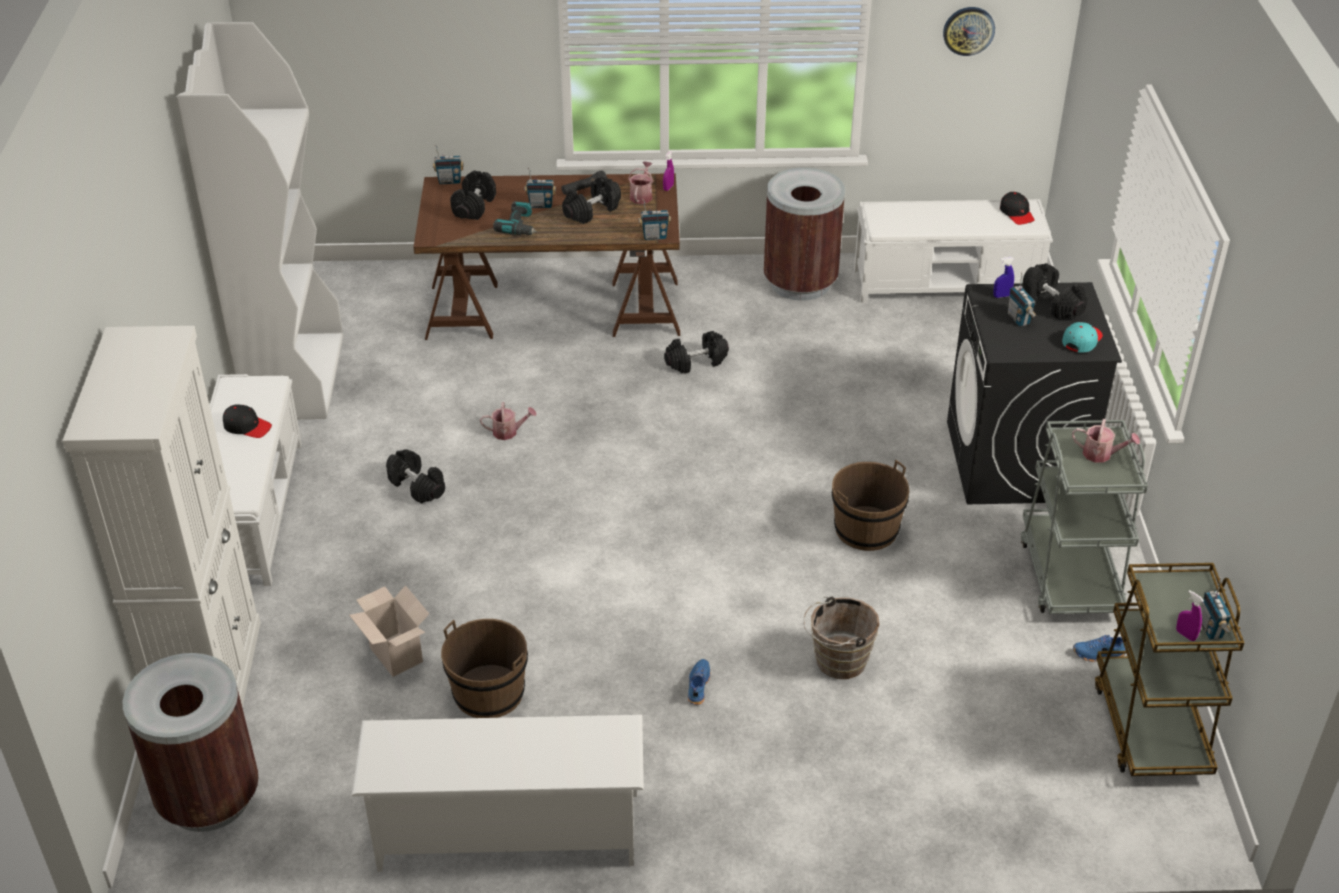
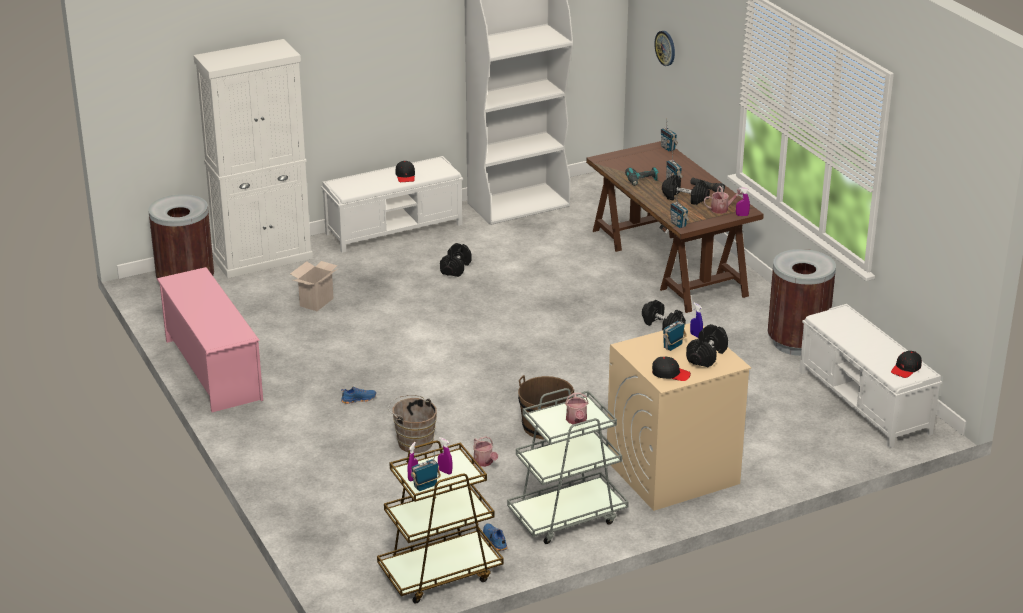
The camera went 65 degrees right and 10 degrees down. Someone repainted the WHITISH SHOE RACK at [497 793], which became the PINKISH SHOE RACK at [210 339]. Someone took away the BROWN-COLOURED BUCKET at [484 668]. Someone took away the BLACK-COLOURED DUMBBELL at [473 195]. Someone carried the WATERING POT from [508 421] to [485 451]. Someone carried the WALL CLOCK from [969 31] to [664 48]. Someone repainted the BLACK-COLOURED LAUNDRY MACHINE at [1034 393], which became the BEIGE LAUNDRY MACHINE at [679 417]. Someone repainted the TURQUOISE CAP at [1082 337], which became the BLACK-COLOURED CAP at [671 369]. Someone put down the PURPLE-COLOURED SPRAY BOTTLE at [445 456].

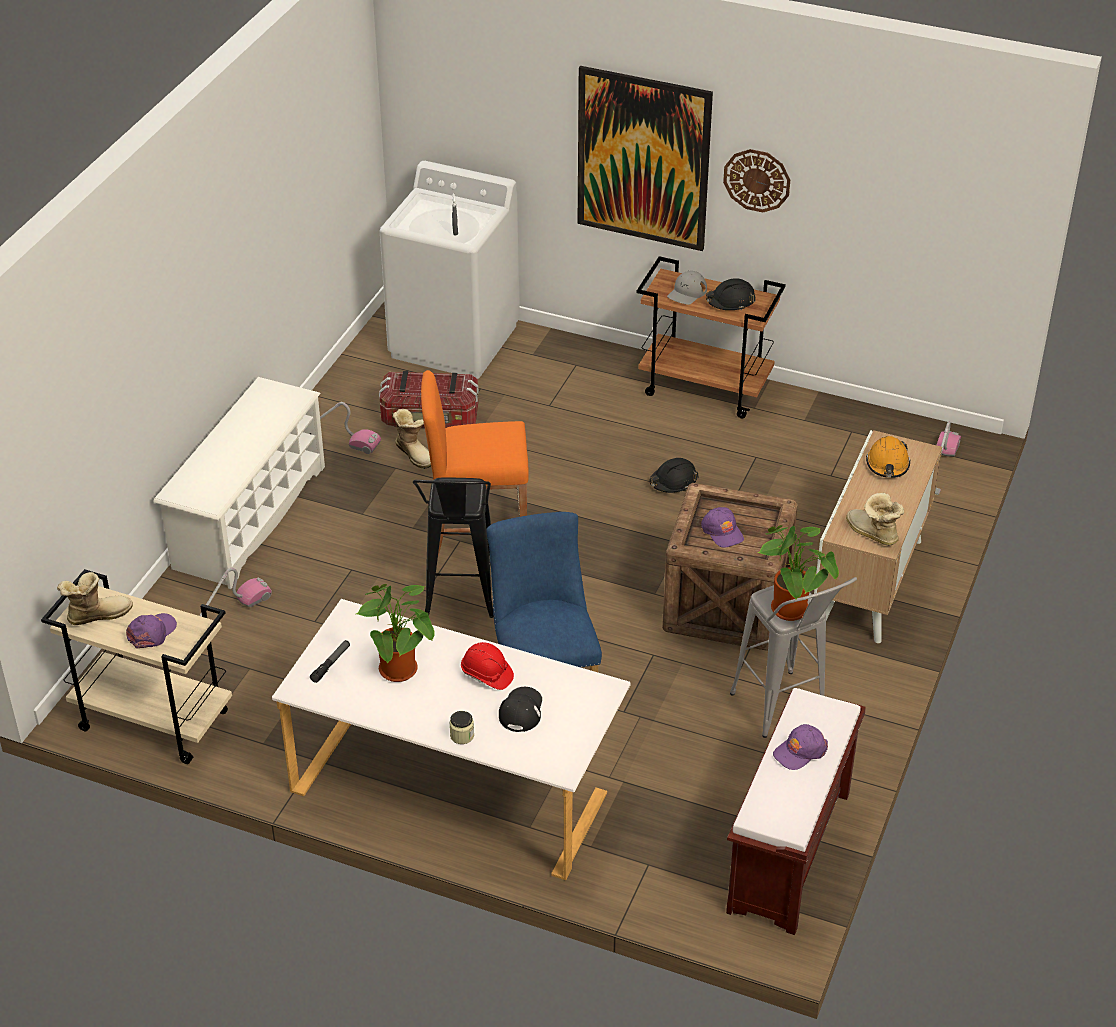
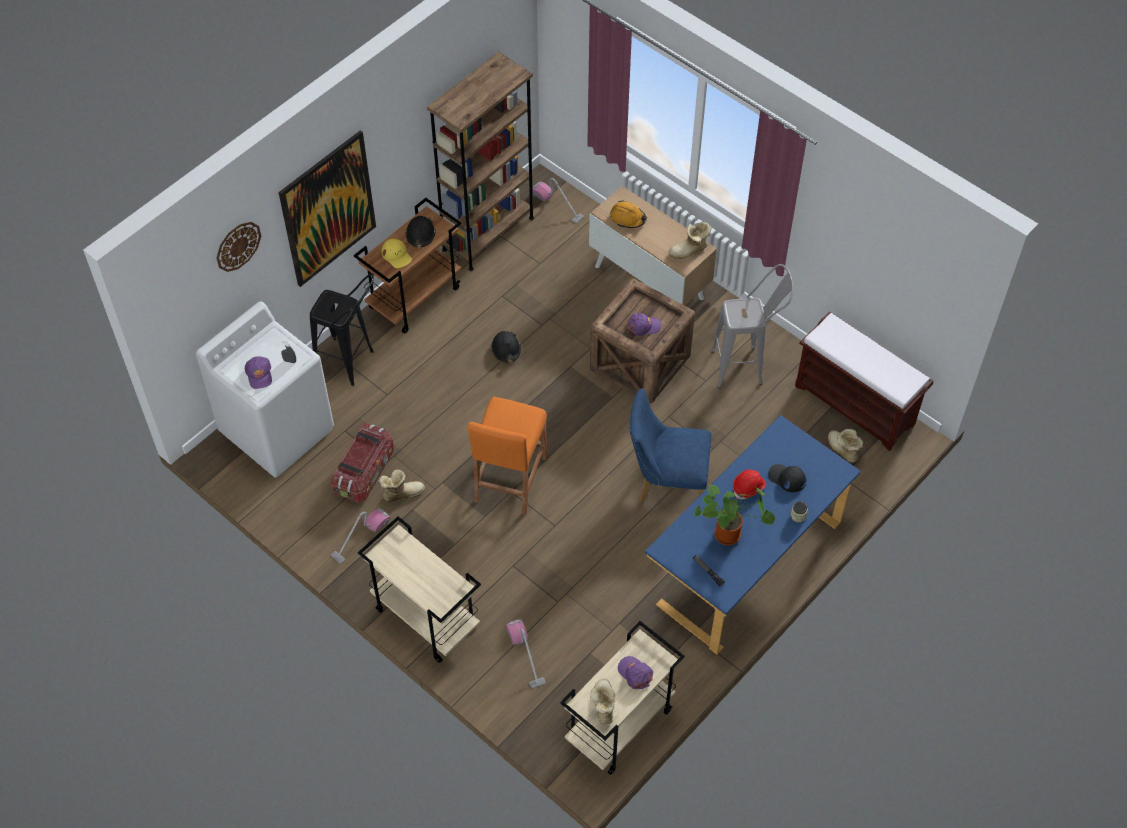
The camera went 70 degrees left and 15 degrees up. Someone swapped the WHITISH SHOE RACK at [239 483] for the BEIGE WHEELED CART at [419 589]. Someone repainted the WHITISH DESK at [451 739], which became the BLUE DESK at [753 535]. Someone carried the BLACK-COLOURED SITTING STOOL from [453 547] to [342 329]. Someone repainted the GRAY CAP at [687 288], which became the YELLOW CAP at [397 253]. Someone carried the WALL CLOCK from [756 180] to [239 247]. Someone took away the POTTED PLANT at [798 573]. Someone carried the PURPLE-COLOURED CAP from [800 747] to [258 372]. Someone put down the BROWN-COLOURED BOOKSHELF at [480 161]. Someone put down the TALL BOOT at [845 446].

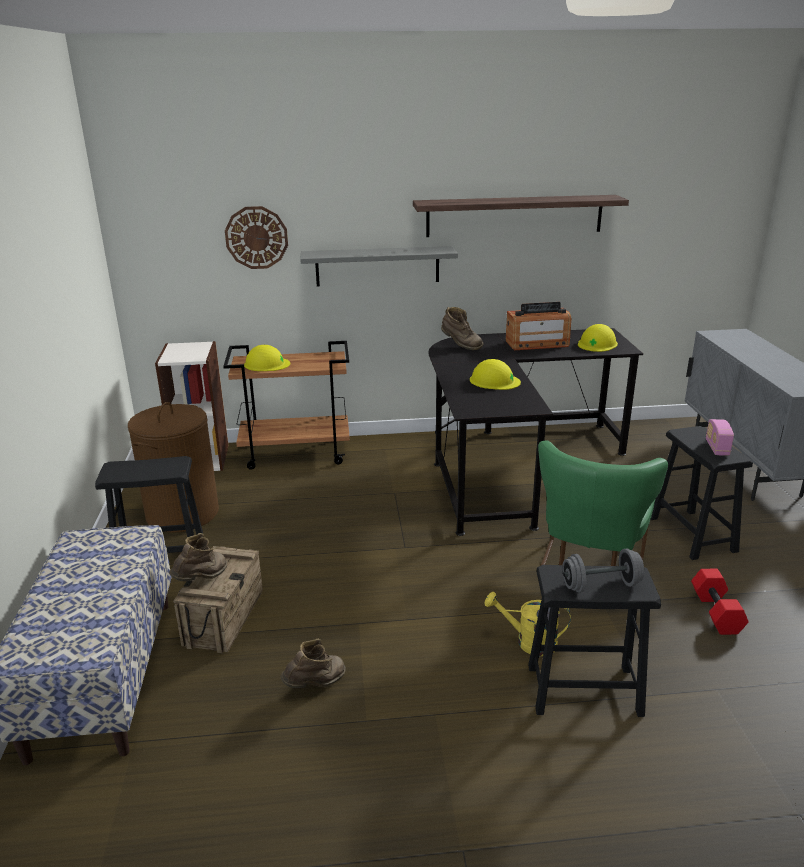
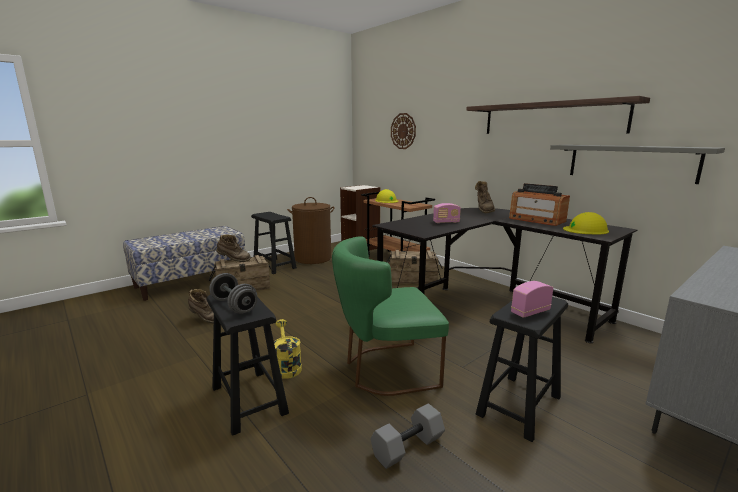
The camera went 55 degrees right and 10 degrees down. Someone carried the GRAY BRACKET SHELF from [379 266] to [637 164]. Someone swapped the YELLOW HARD HAT at [495 374] for the RADIO at [447 213]. Someone repainted the RED-COLOURED DUMBBELL at [720 602], which became the GRAY DUMBBELL at [407 436]. Someone put down the SHIPPING CRATE at [415 267].

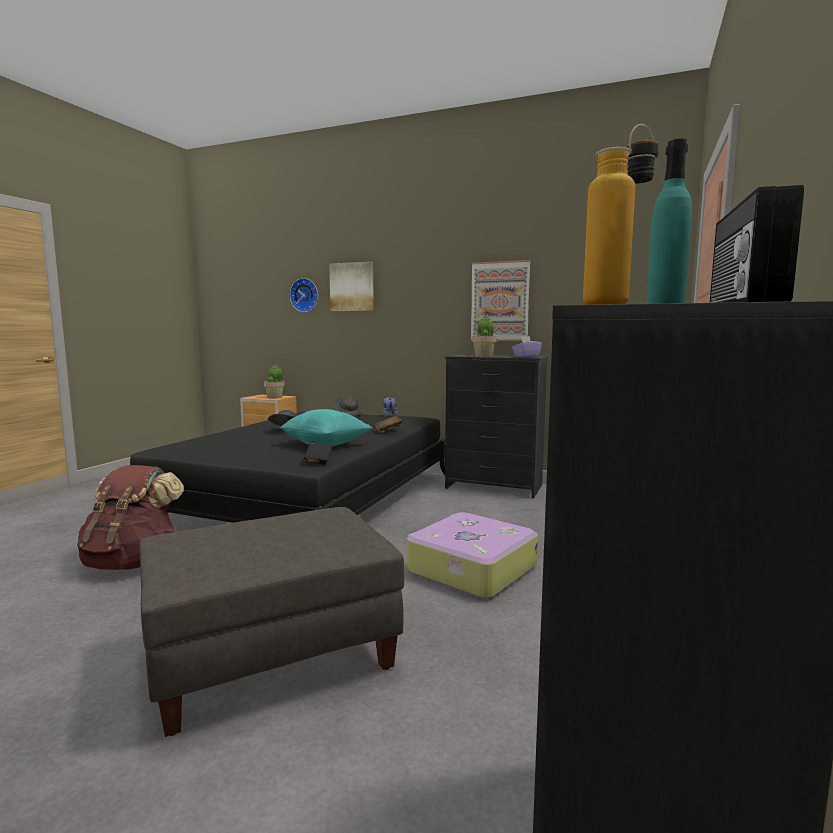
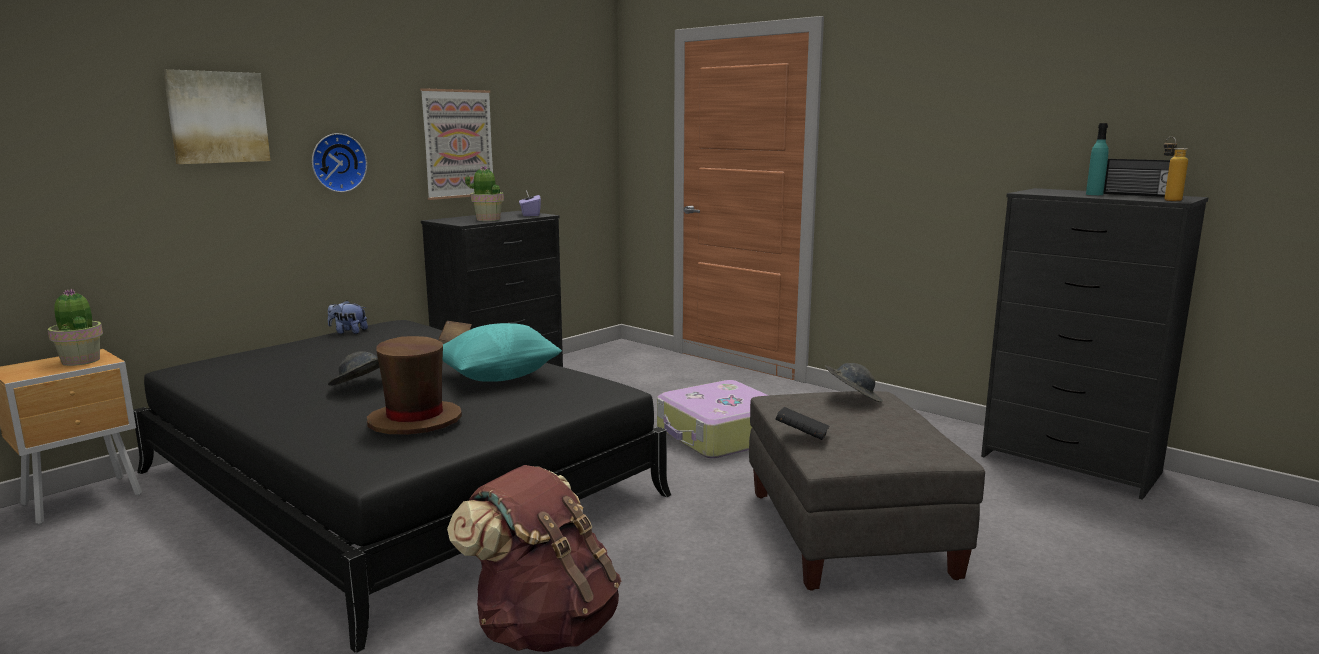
The camera went 70 degrees left and 5 degrees up. Someone carried the WALL CLOCK from [304 295] to [339 162]. Someone carried the BLACK-COLOURED VOLUME from [317 453] to [802 423]. Someone carried the GRAY HAT from [348 406] to [854 382]. Someone put down the BROWN-COLOURED HAT at [414 385].

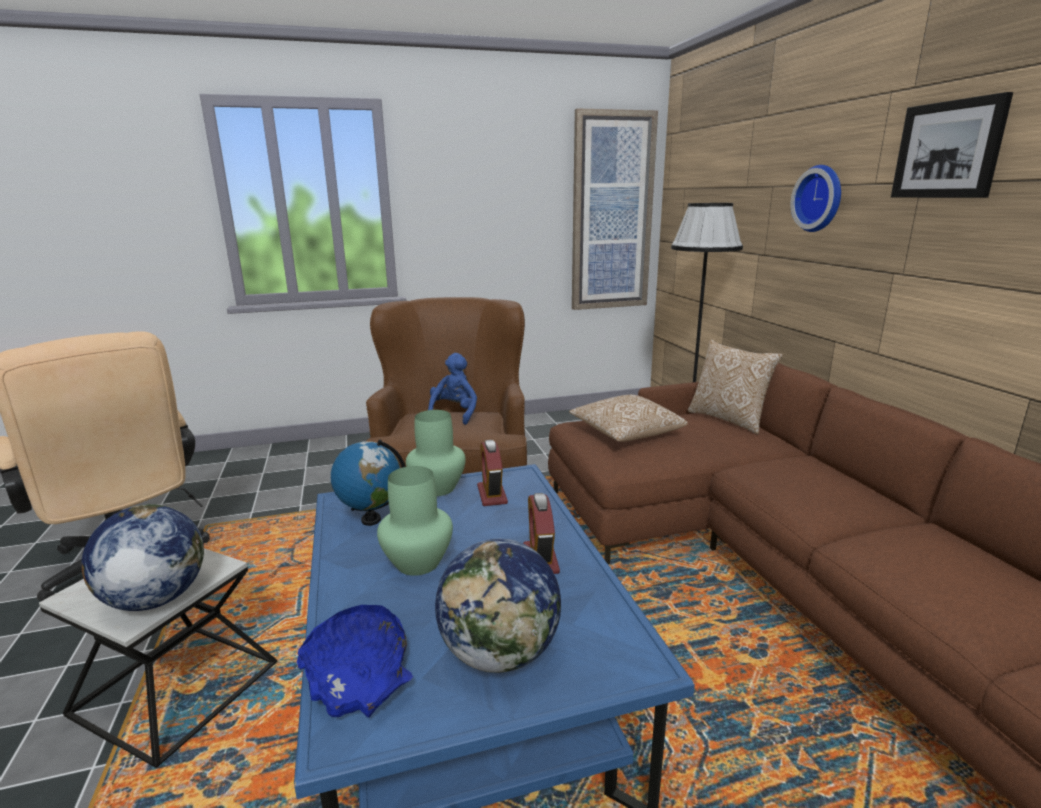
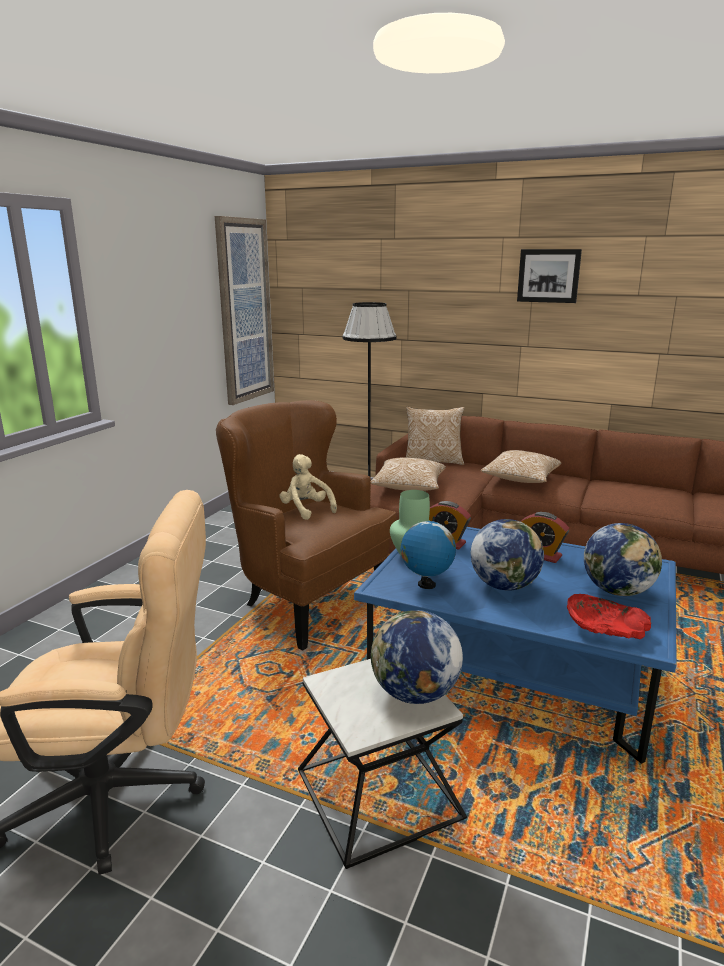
The camera went 50 degrees left and 0 degrees up. Someone repainted the BLUE DEEP DISH at [355 661], which became the RED-COLOURED DEEP DISH at [609 616]. Someone swapped the GREEN DECORATIVE VASE at [415 521] for the GLOBE at [507 555]. Someone repainted the BLUE PLUSH TOY at [452 389], which became the BEIGE PLUSH TOY at [308 487]. Someone took away the WALL CLOCK at [816 198]. Someone put down the PILLOW at [521 466].

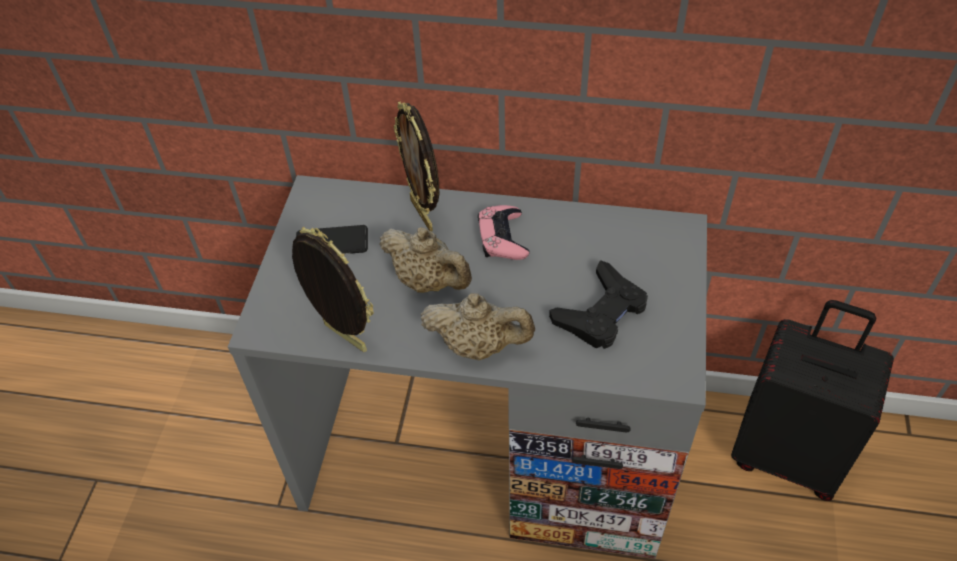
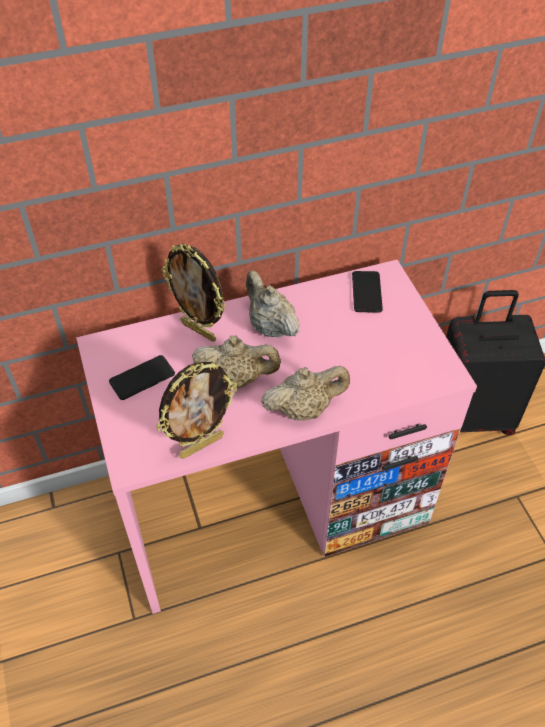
The camera went 30 degrees left and 0 degrees up. Someone repainted the GRAY DESK at [467 367], which became the PINKISH DESK at [276 437]. Someone rotated the STANDING FRAME at [333 289] by 135 degrees clockwise. Someone swapped the PINKISH GAMEPAD at [503 232] for the BEIGE POT FOR TEA at [273 304]. Someone took away the BLACK-COLOURED GAMEPAD at [598 304]. Someone put down the HANDSET at [367 292].

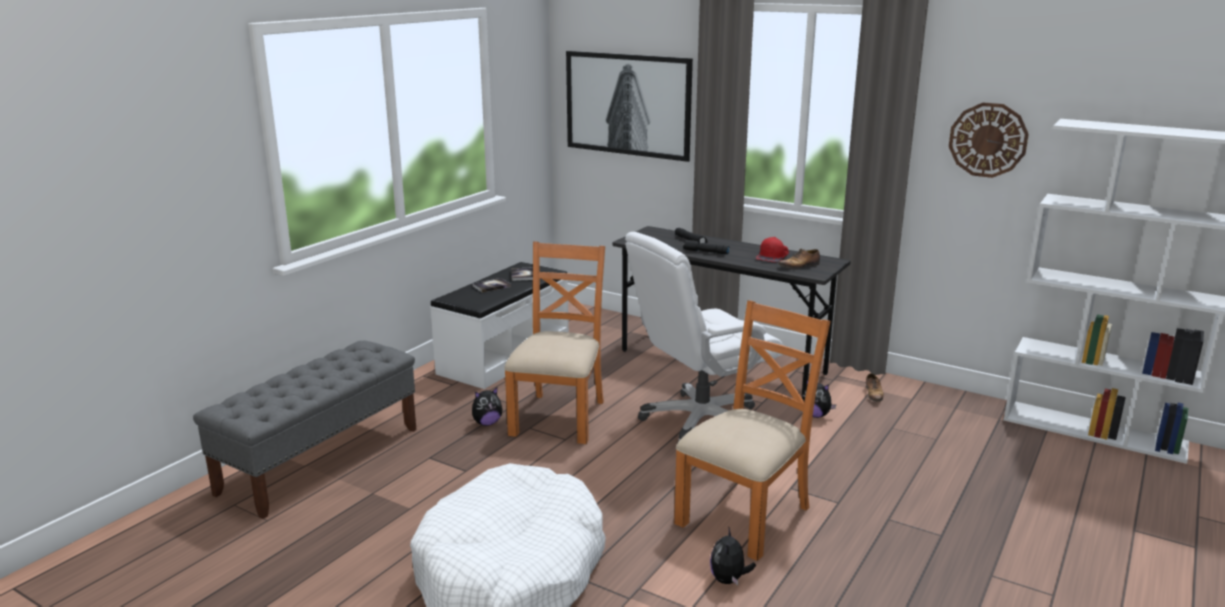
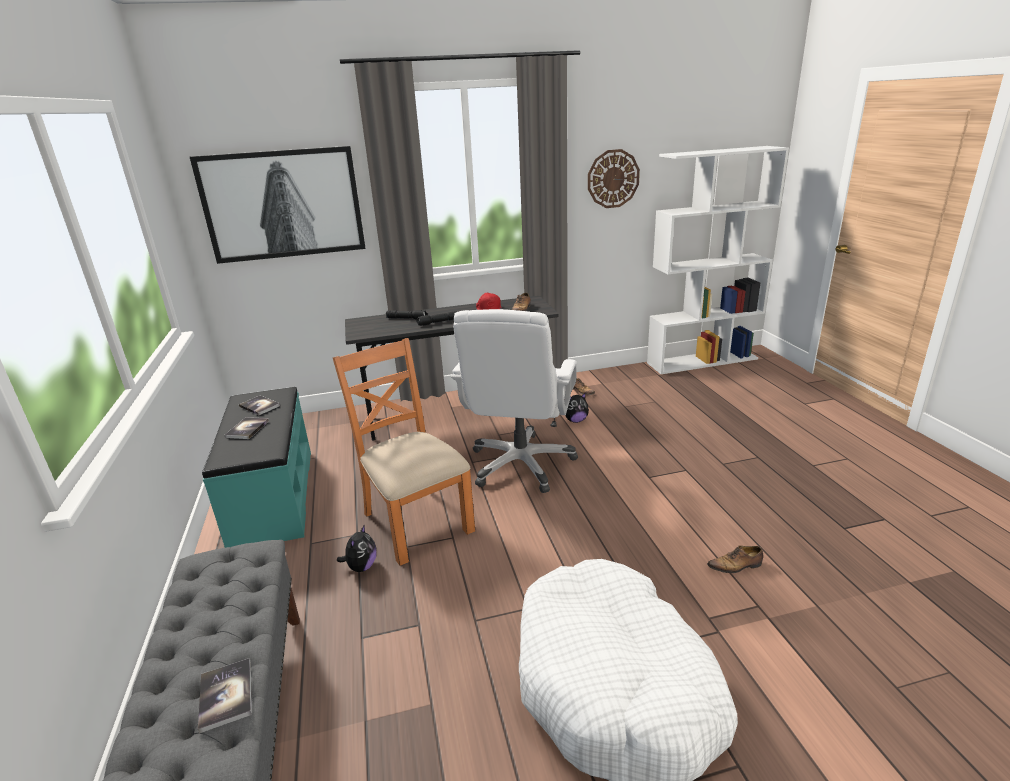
The camera went 45 degrees left and 5 degrees up. Someone repainted the WHITISH LONG SEAT at [499 325], which became the TURQUOISE LONG SEAT at [256 467]. Someone took away the ORANGE-COLOURED CHAIR at [752 430]. Someone swapped the PLUSH TOY at [733 555] for the ITEM OF FOOTWEAR at [735 559]. Someone put down the VOLUME at [225 696].

